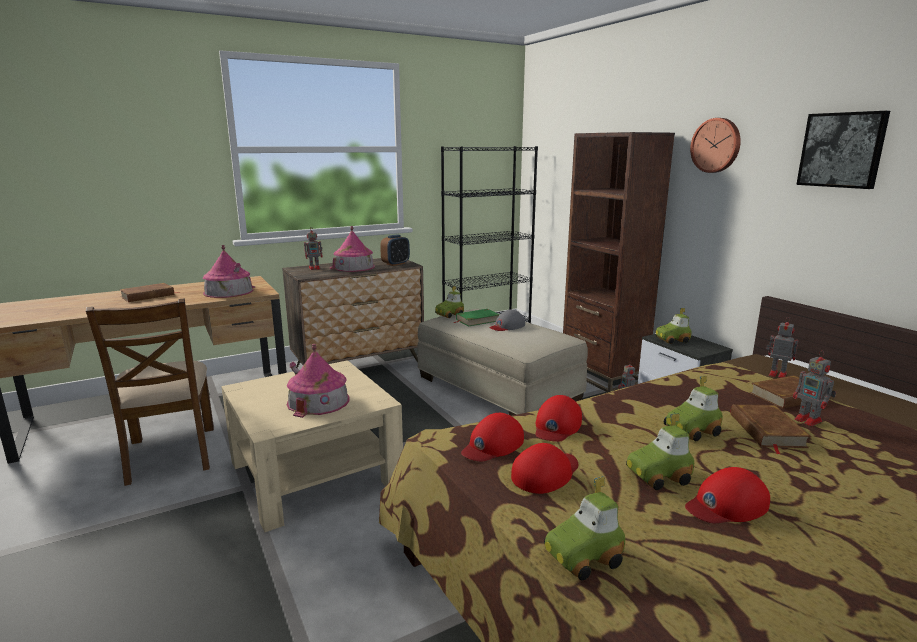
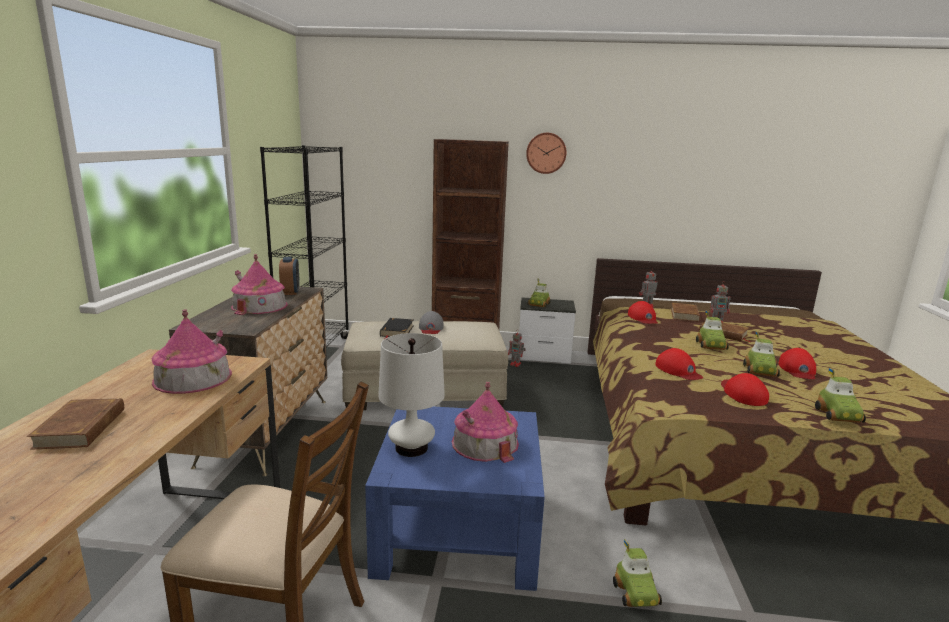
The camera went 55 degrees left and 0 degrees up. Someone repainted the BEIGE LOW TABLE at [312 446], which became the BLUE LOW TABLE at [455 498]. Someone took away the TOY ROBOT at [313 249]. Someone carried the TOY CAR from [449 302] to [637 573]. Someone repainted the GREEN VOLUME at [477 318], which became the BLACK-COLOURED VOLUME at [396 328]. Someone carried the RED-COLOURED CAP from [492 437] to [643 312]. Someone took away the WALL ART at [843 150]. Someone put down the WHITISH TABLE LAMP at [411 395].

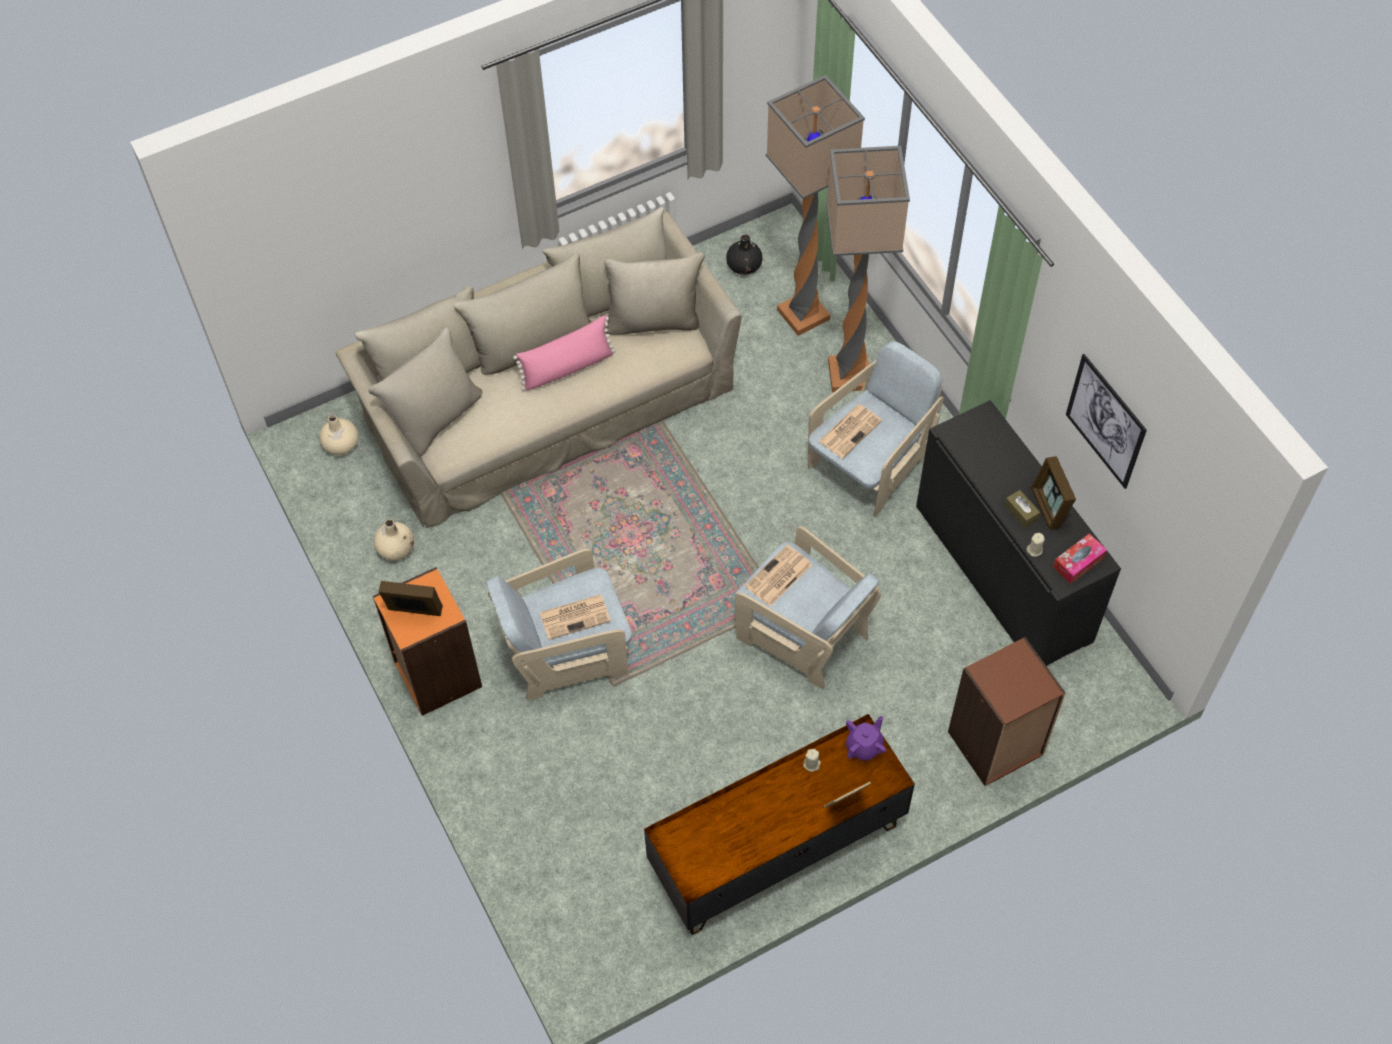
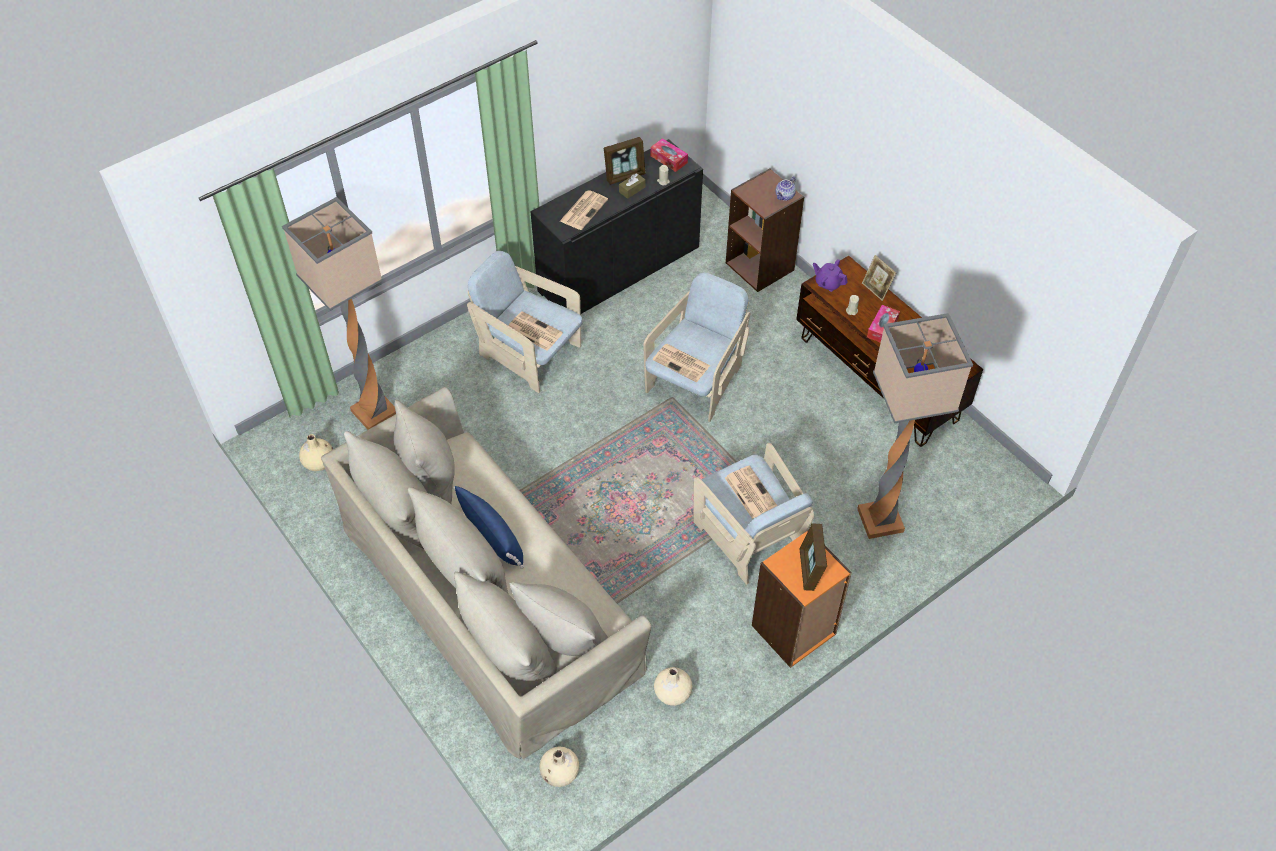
The camera went 100 degrees left and 5 degrees down. Someone repainted the PINKISH PILLOW at [564 353], which became the BLUE PILLOW at [488 527]. Someone repainted the BLACK-COLOURED DECORATIVE VASE at [744 255], which became the BEIGE DECORATIVE VASE at [316 452]. Someone carried the STANDING LAMP from [868 269] to [915 426]. Someone took away the WALL ART at [1106 421]. Someone put down the PRINTED PAPER at [584 210]. Someone put down the POT FOR TEA at [785 188]. Someone put down the TISSUE HOLDER at [883 324].

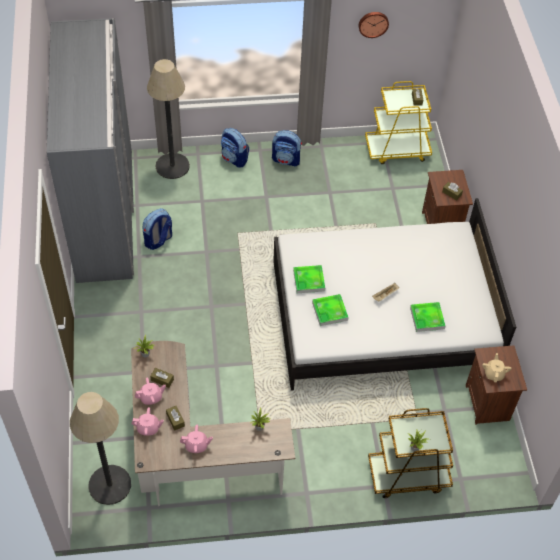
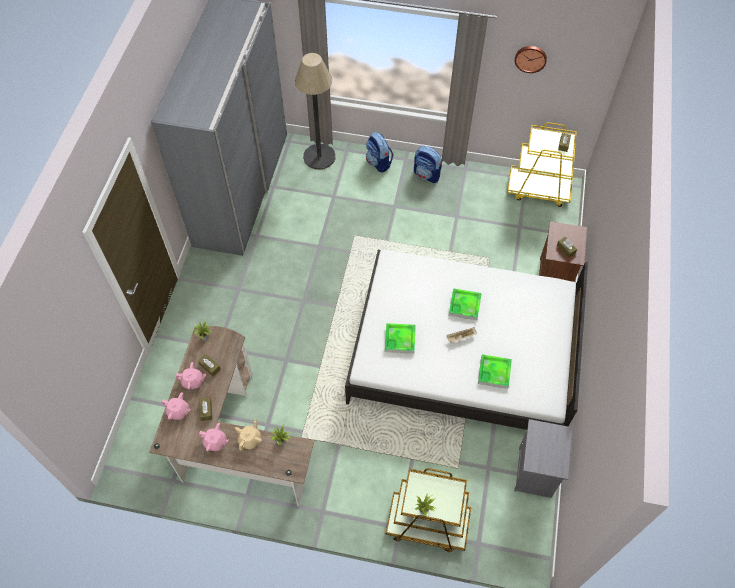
The camera went 20 degrees right and 5 degrees up. Someone took away the STANDING LAMP at [100 448]. Someone took away the KNAPSACK at [157 229]. Someone carried the SERVING TRAY from [309 279] to [465 304]. Someone repainted the BROWN-COLOURED BEDSIDE TABLE at [496 385], which became the GRAY BEDSIDE TABLE at [543 458]. Someone carried the BEIGE POT FOR TEA from [497 368] to [248 435].

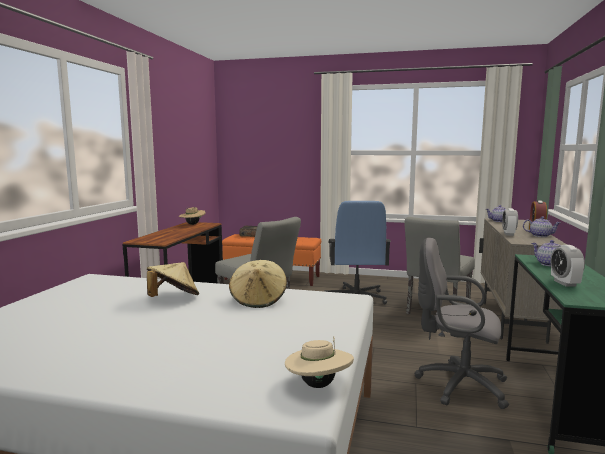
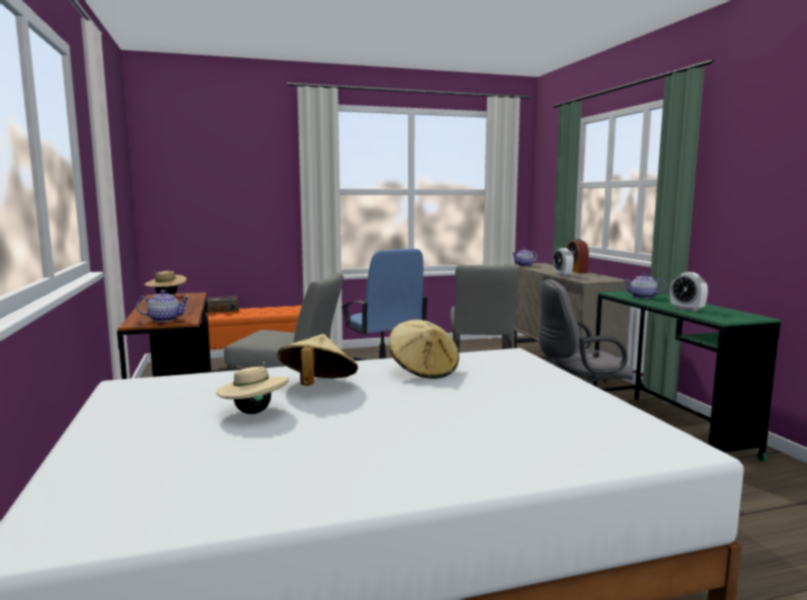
The camera went 30 degrees left and 0 degrees up. Someone carried the BEIGE HAT from [319 362] to [252 388]. Someone carried the POT FOR TEA from [541 226] to [163 306].

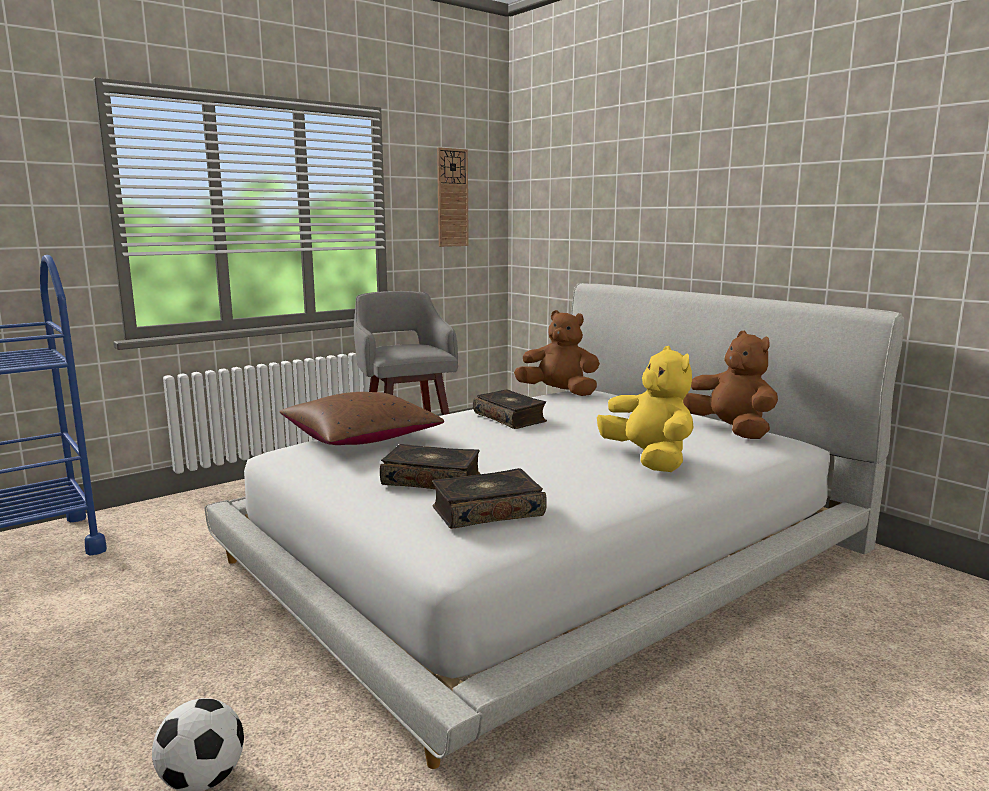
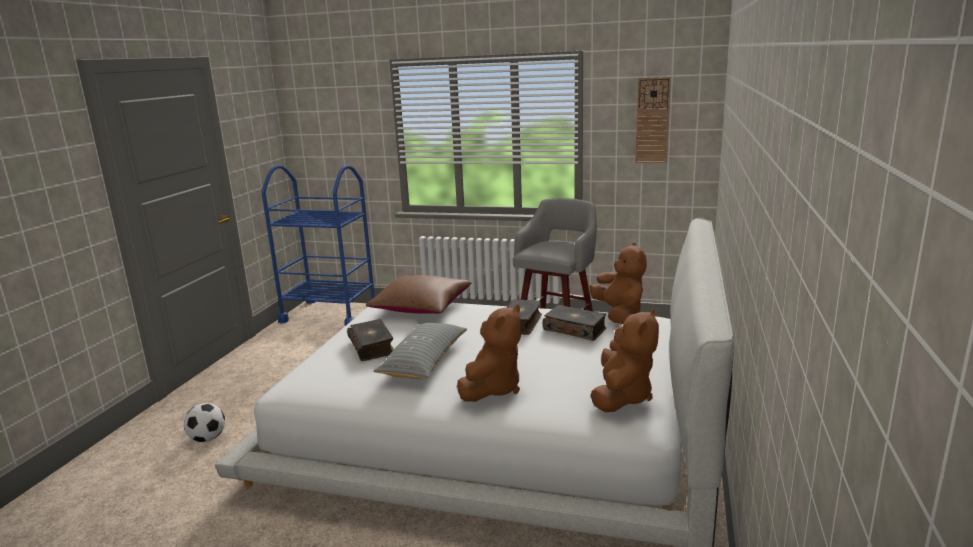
The camera went 55 degrees right and 5 degrees up. Someone carried the VOLUME from [489 498] to [574 323]. Someone repainted the YELLOW PLUSH TOY at [645 409], which became the BROWN-COLOURED PLUSH TOY at [489 353]. Someone put down the GRAY PILLOW at [420 351].

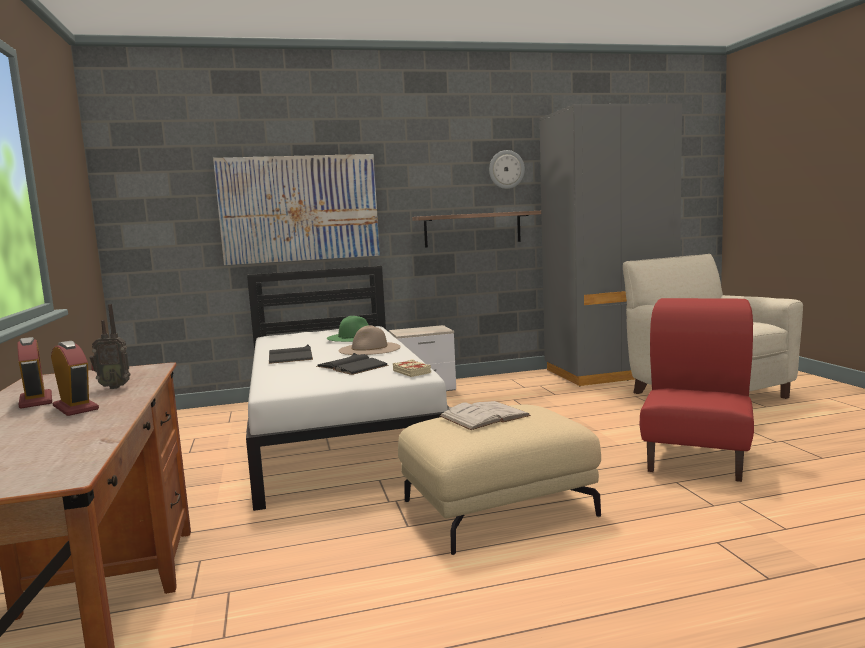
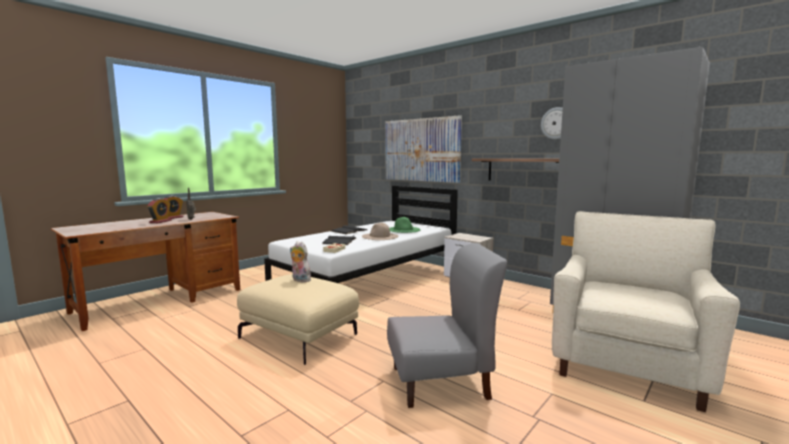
The camera went 55 degrees right and 0 degrees up. Someone swapped the WHITISH VOLUME at [485 415] for the PLUSH TOY at [300 261]. Someone repainted the RED-COLOURED CHAIR at [697 390], which became the GRAY CHAIR at [447 325].

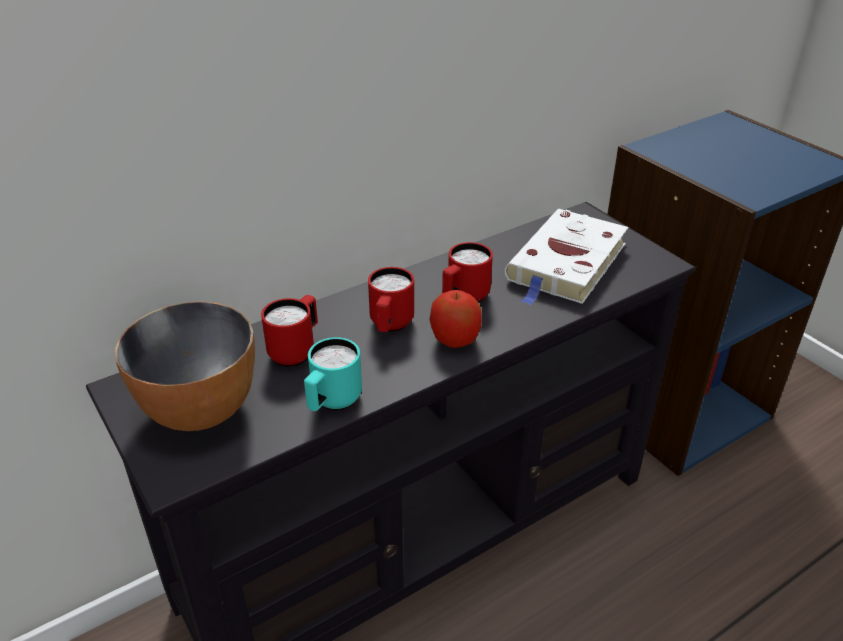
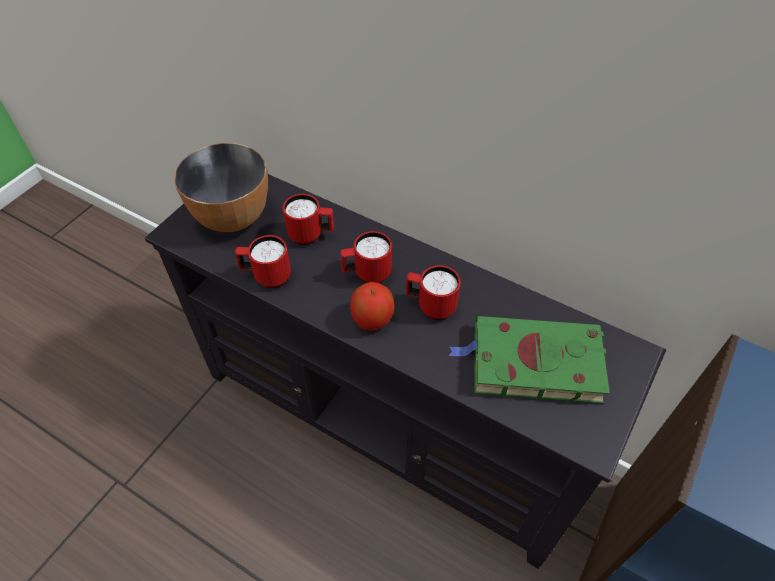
The camera went 65 degrees right and 15 degrees up. Someone repainted the TURQUOISE MUG at [333 374], which became the RED-COLOURED MUG at [263 261]. Someone repainted the WHITISH VOLUME at [566 257], which became the GREEN VOLUME at [529 360].

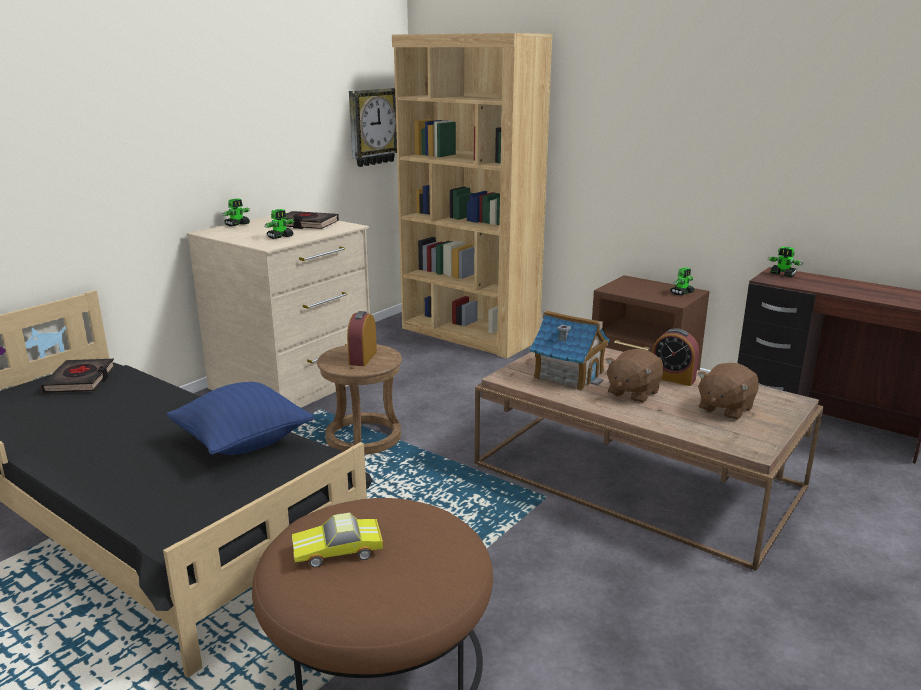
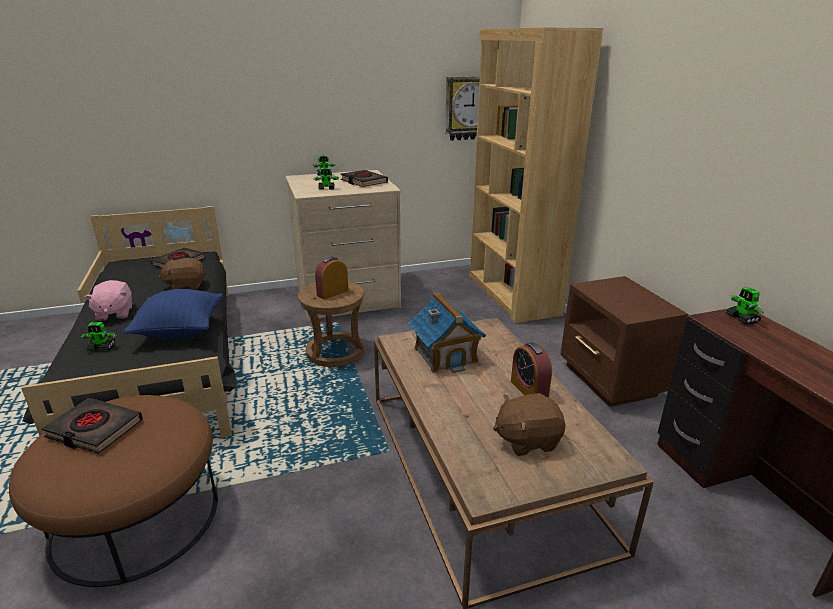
The camera went 35 degrees right and 5 degrees up. Someone swapped the TOY CAR at [337 540] for the BLACK-COLOURED VOLUME at [92 426]. Someone carried the BROWN-COLOURED PLUSH TOY from [635 376] to [182 274]. Someone carried the TOY ROBOT from [682 281] to [98 336]. Someone put down the PINKISH PLUSH TOY at [108 300].

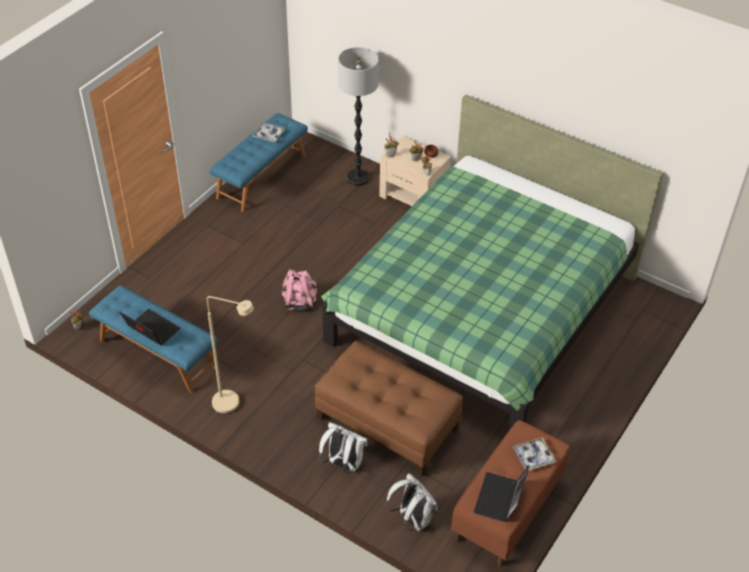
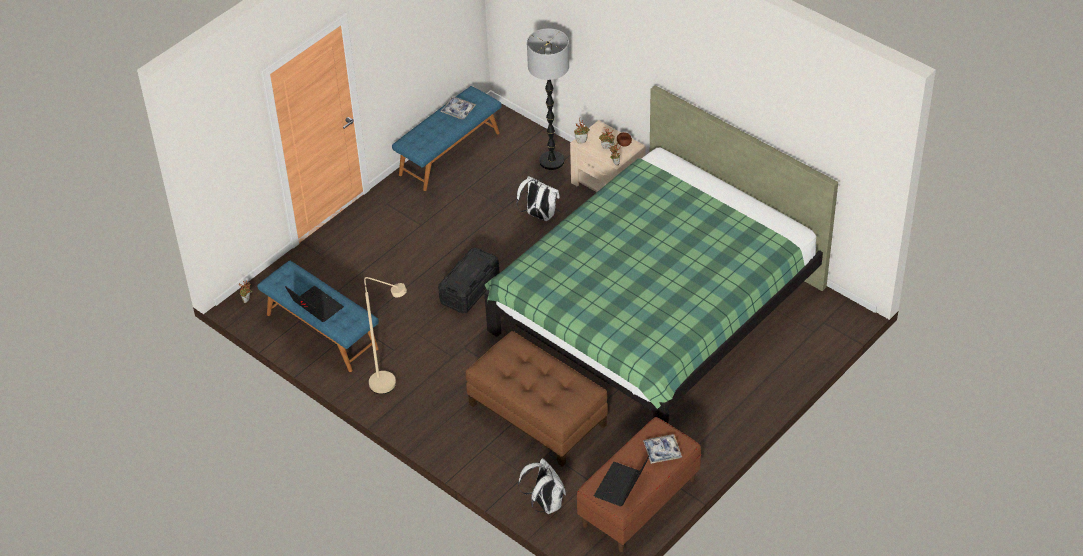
The camera went 10 degrees right and 0 degrees up. Someone swapped the PINKISH KNAPSACK at [300 290] for the BLACK-COLOURED STORAGE BIN at [468 280]. Someone carried the WHITISH KNAPSACK from [343 447] to [538 198].

